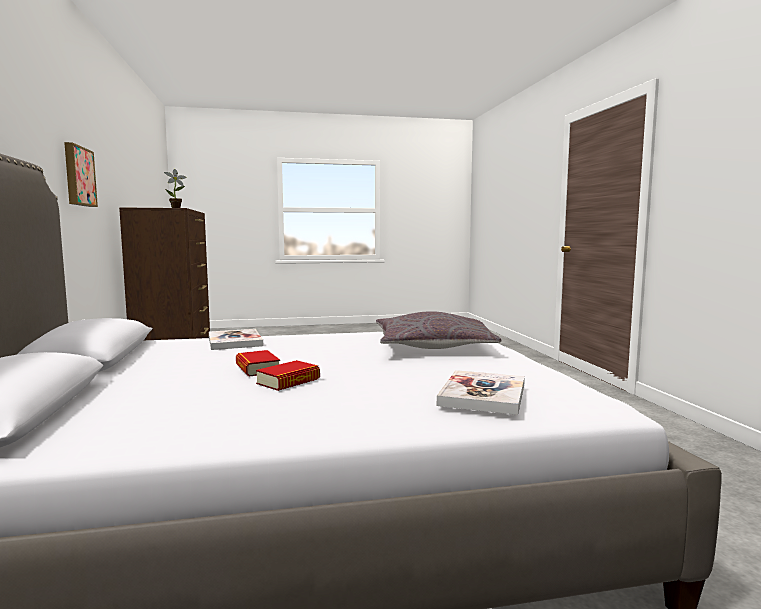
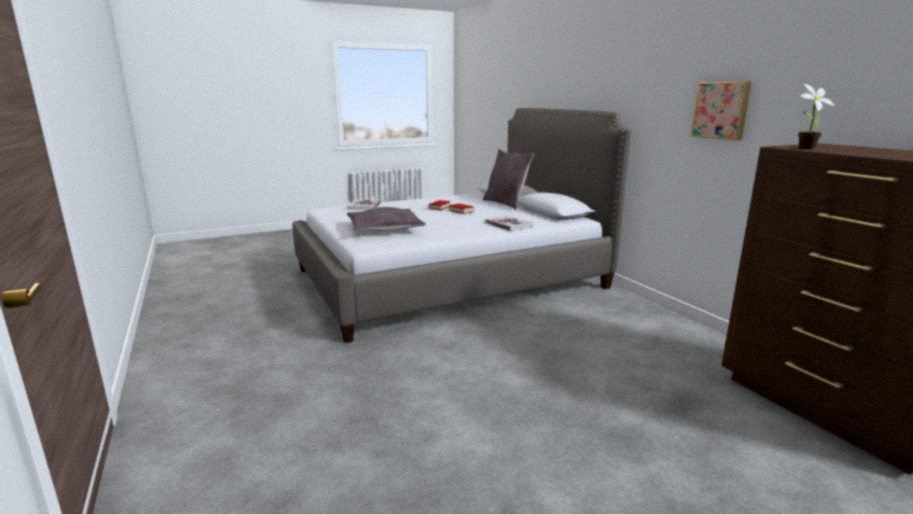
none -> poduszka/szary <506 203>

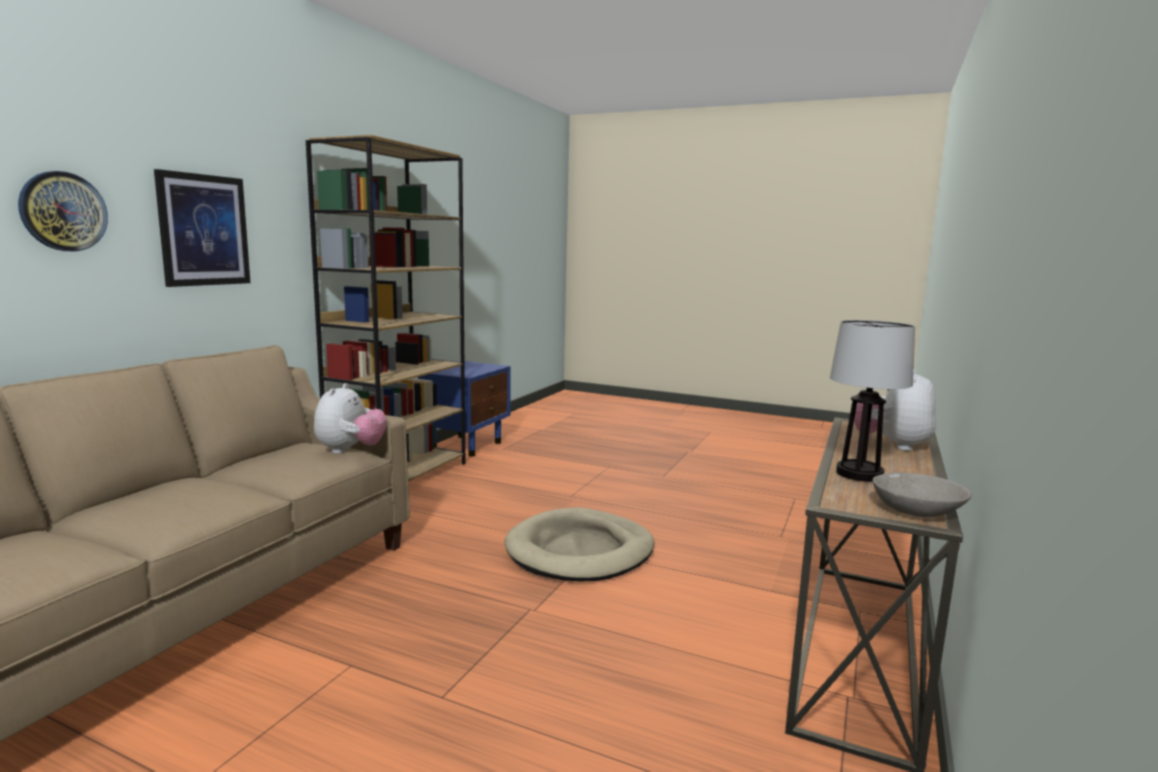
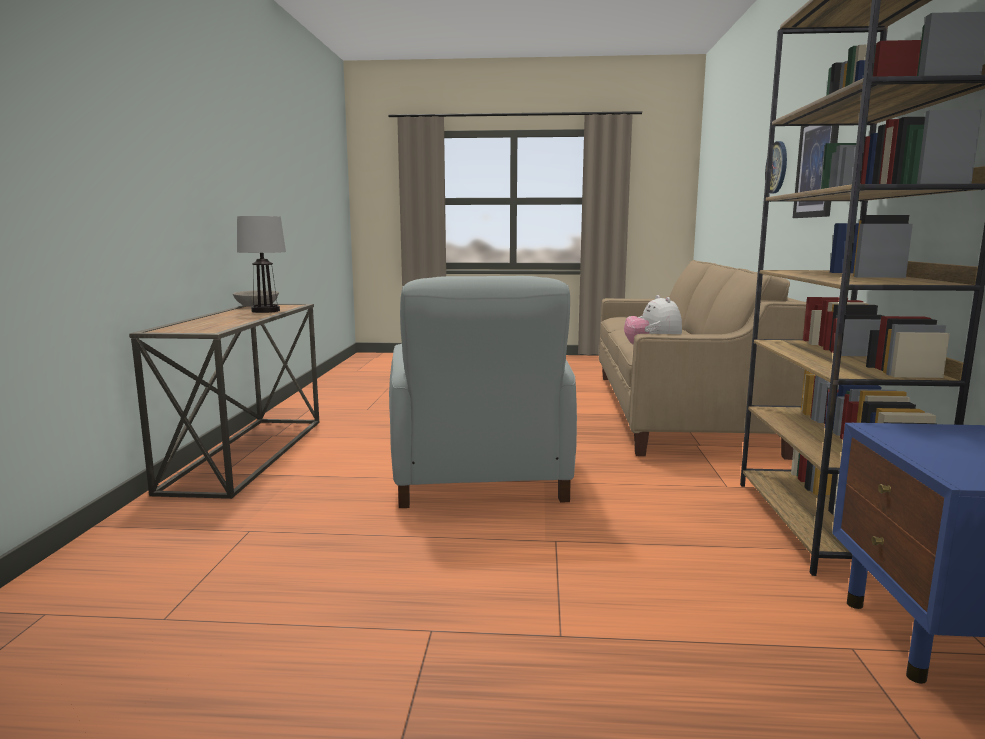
pluszak <892 445> -> none
legowisko/beżowy <580 551> -> fotel/szary <479 477>

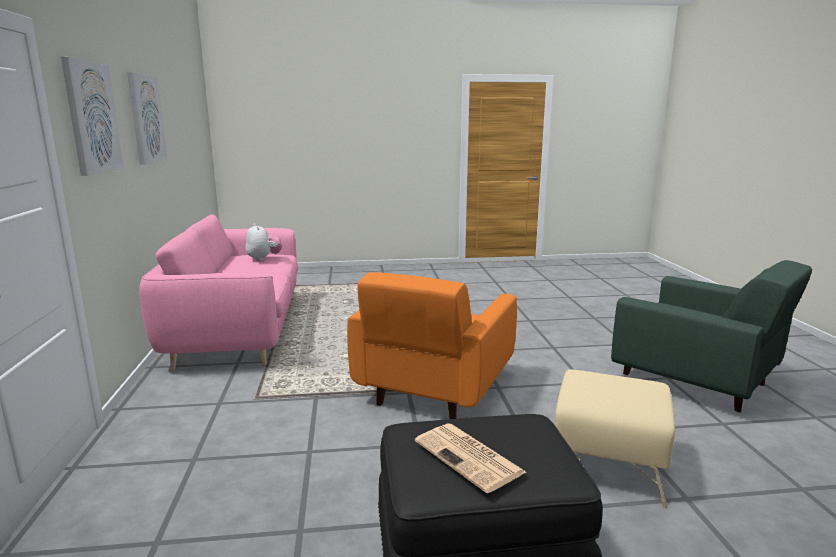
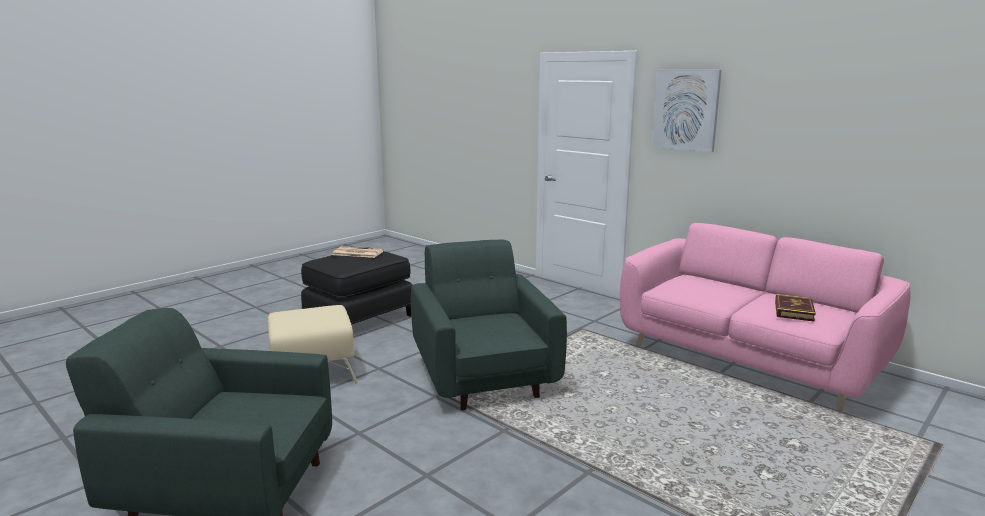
obraz <146 119> -> none
pluszak <264 259> -> książka <794 311>
fotel/pomarańczowy <434 389> -> fotel/zielony <484 376>

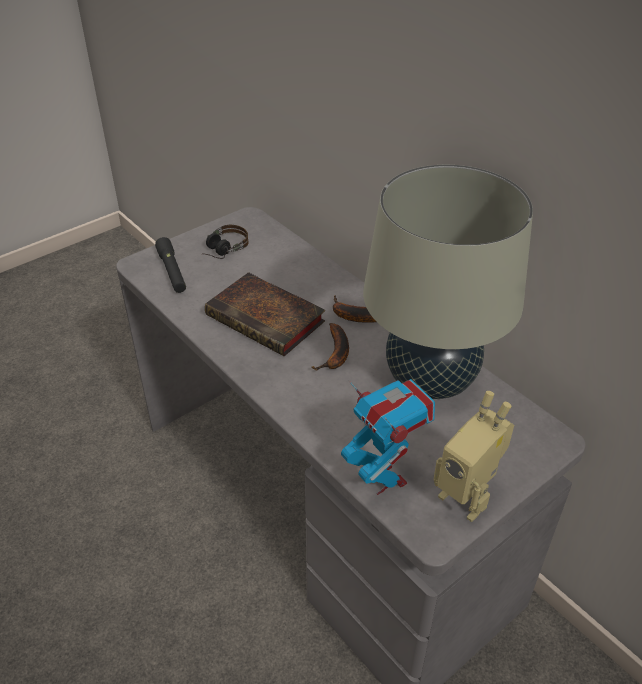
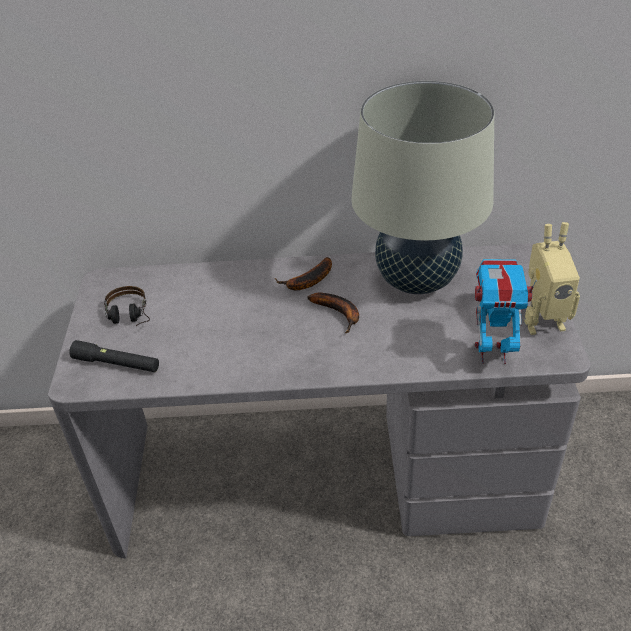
książka <268 319> -> none

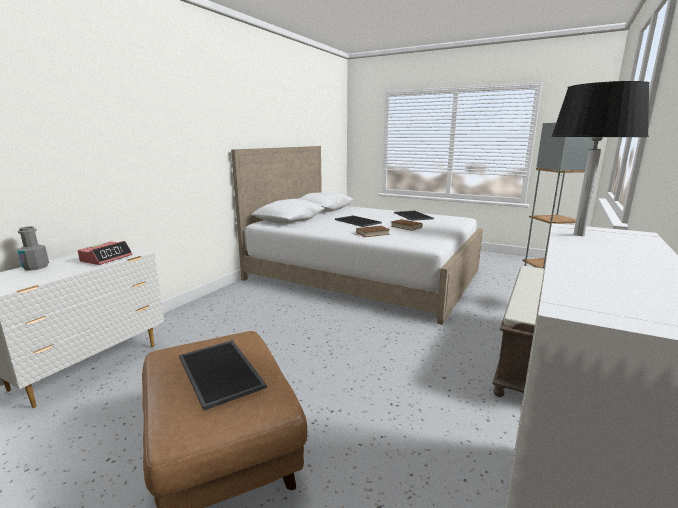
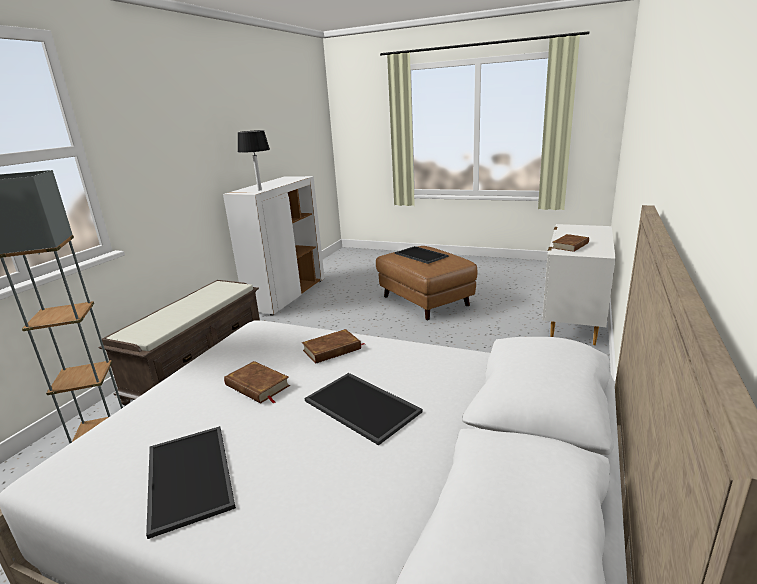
butelka/szary <36 267> -> none
budzik <106 258> -> książka/brązowy <570 245>

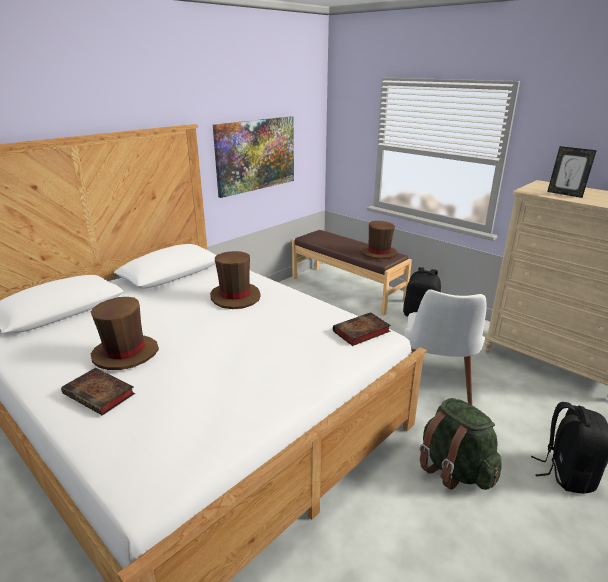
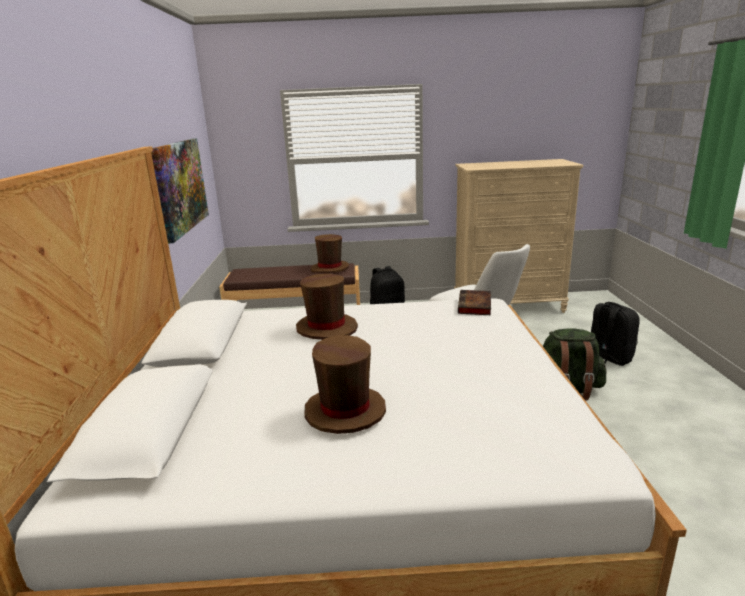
książka <101 394> -> none
ramka na zdjęcie <565 194> -> none

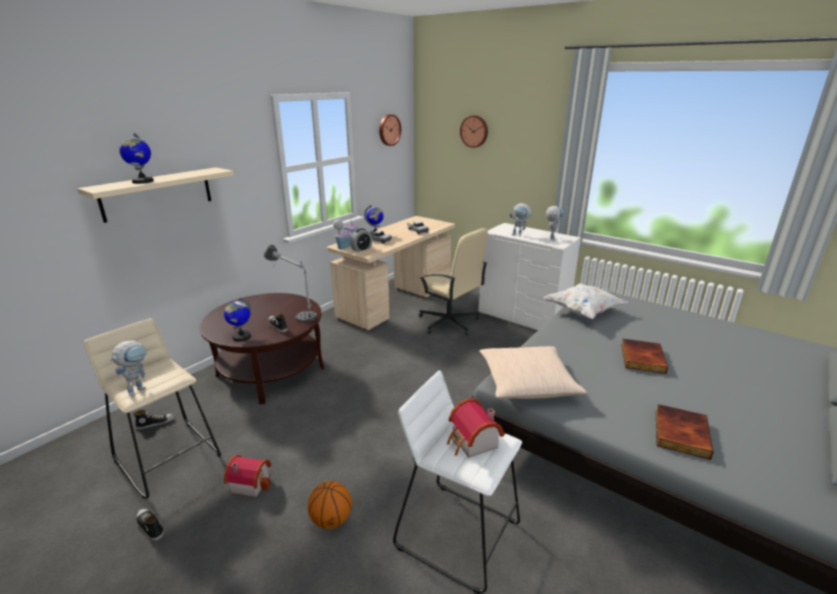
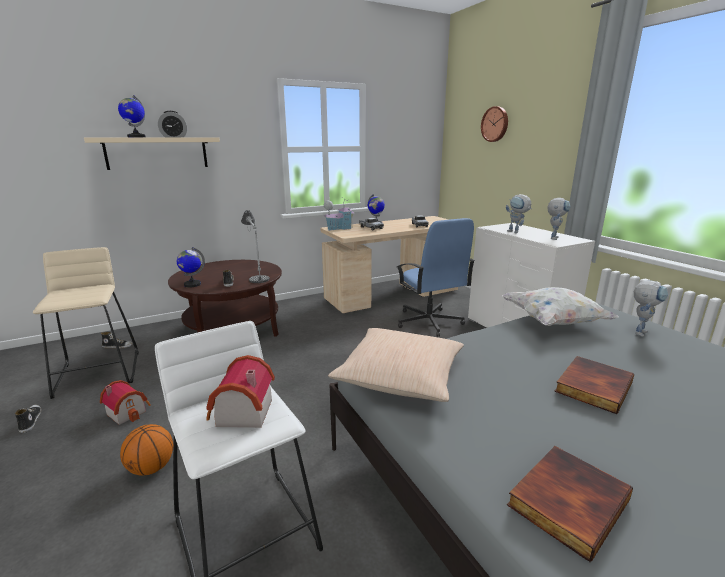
zegar ścienny <389 130> -> none
robot zabawkowy <140 388> -> robot zabawkowy <640 331>, relocated
budzik <361 249> -> budzik <174 137>, relocated
krzesło biurowe/beżowy <449 322> -> krzesło biurowe/niebieski <429 322>

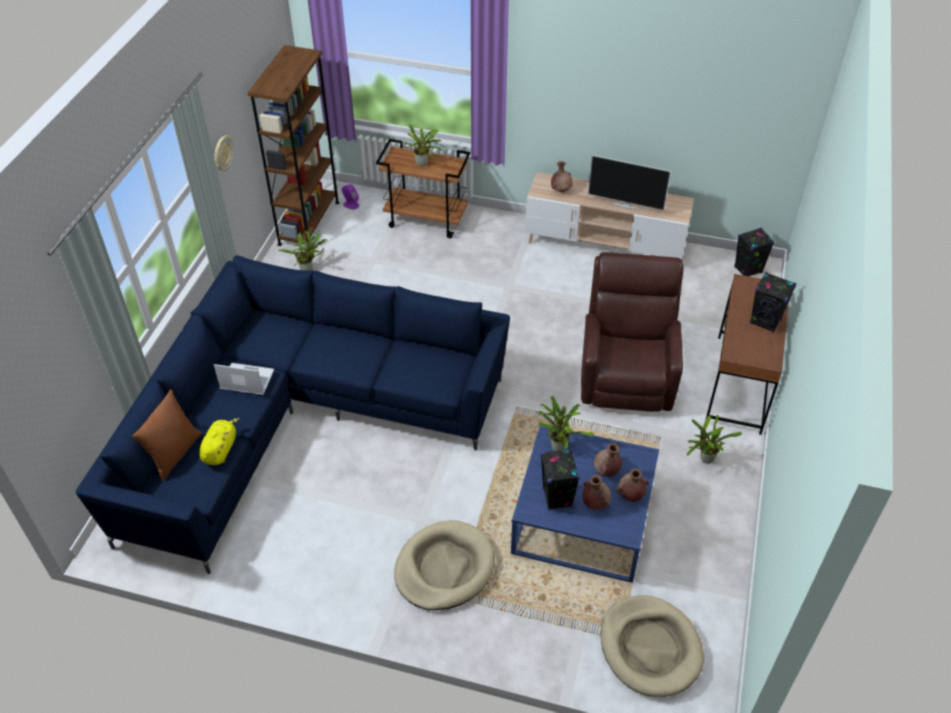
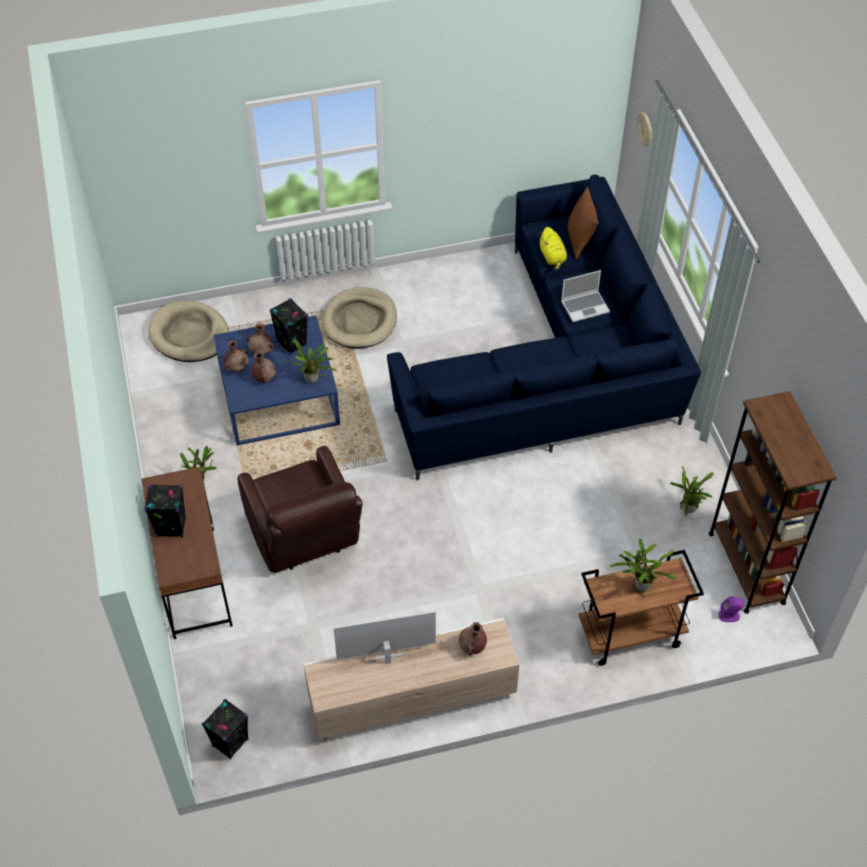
zegar ścienny <222 153> -> zegar ścienny <645 130>, relocated

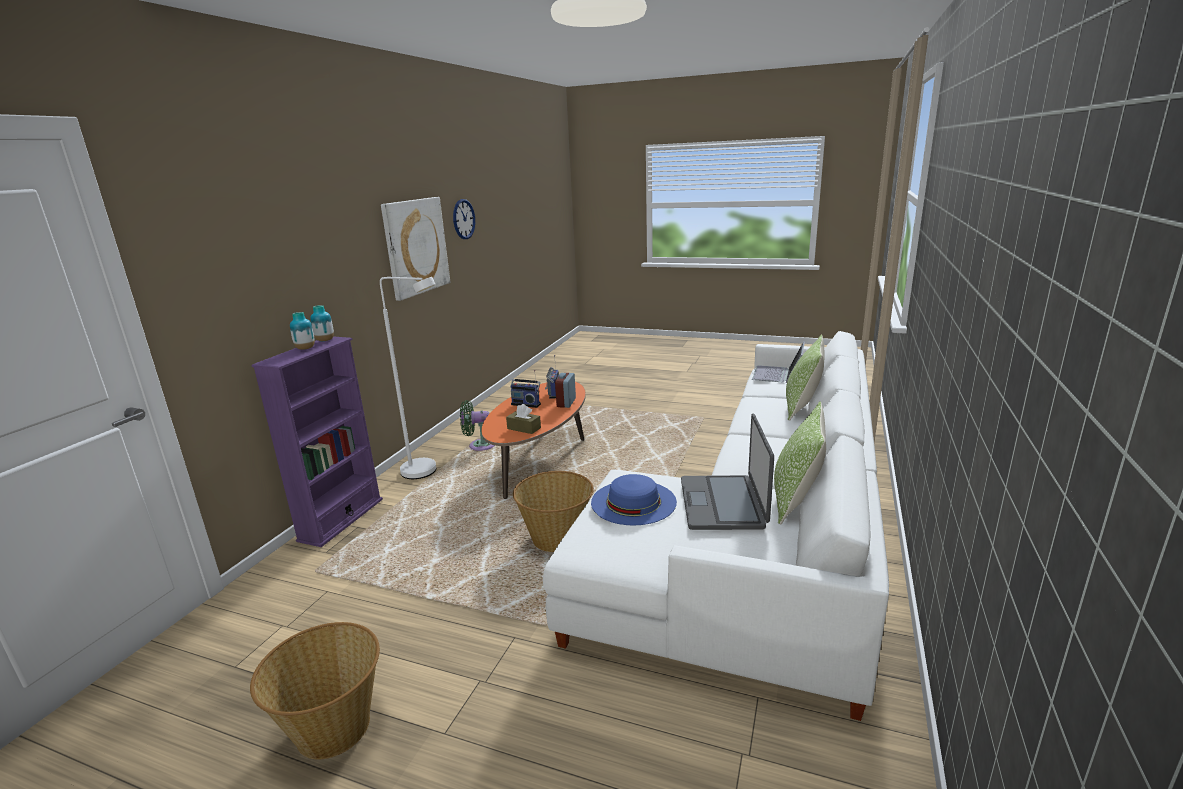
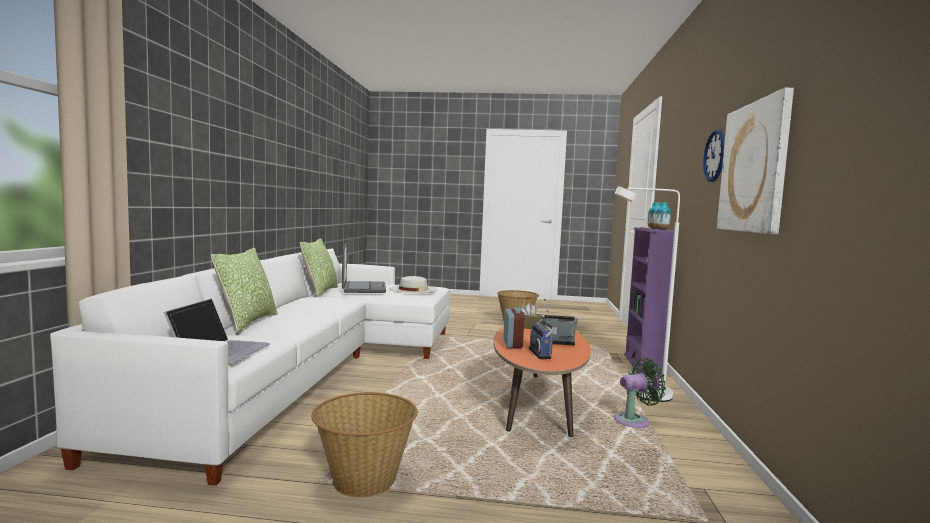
zegar ścienny <463 219> -> zegar ścienny <715 156>, relocated
koszyk <556 538> -> koszyk <364 480>, relocated
kapelusz/niebieski <633 502> -> kapelusz/biały <413 289>

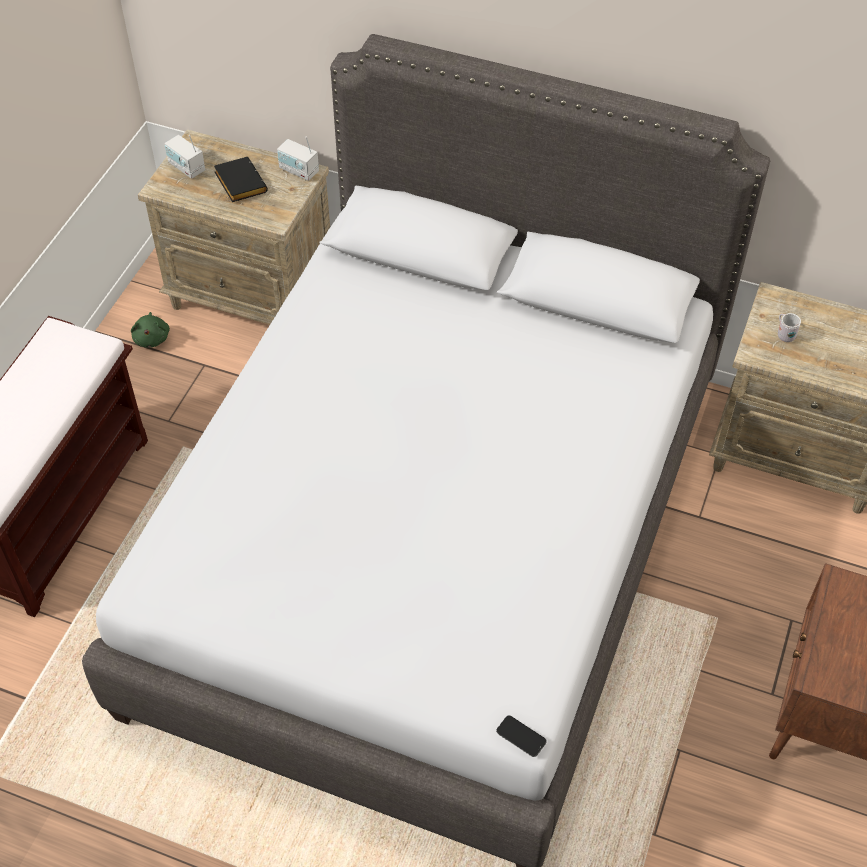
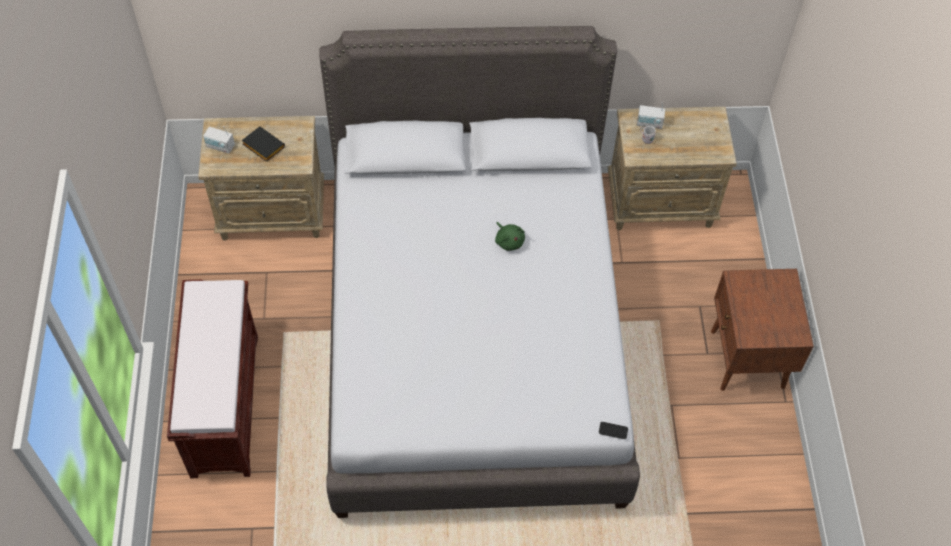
pluszak/zielony <152 338> -> pluszak/zielony <509 241>, relocated
radio <299 171> -> radio <649 123>, relocated

